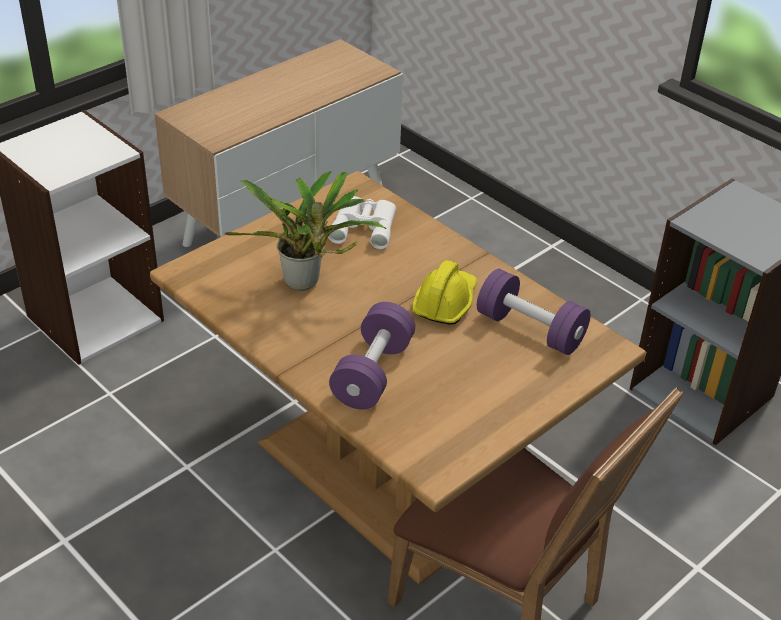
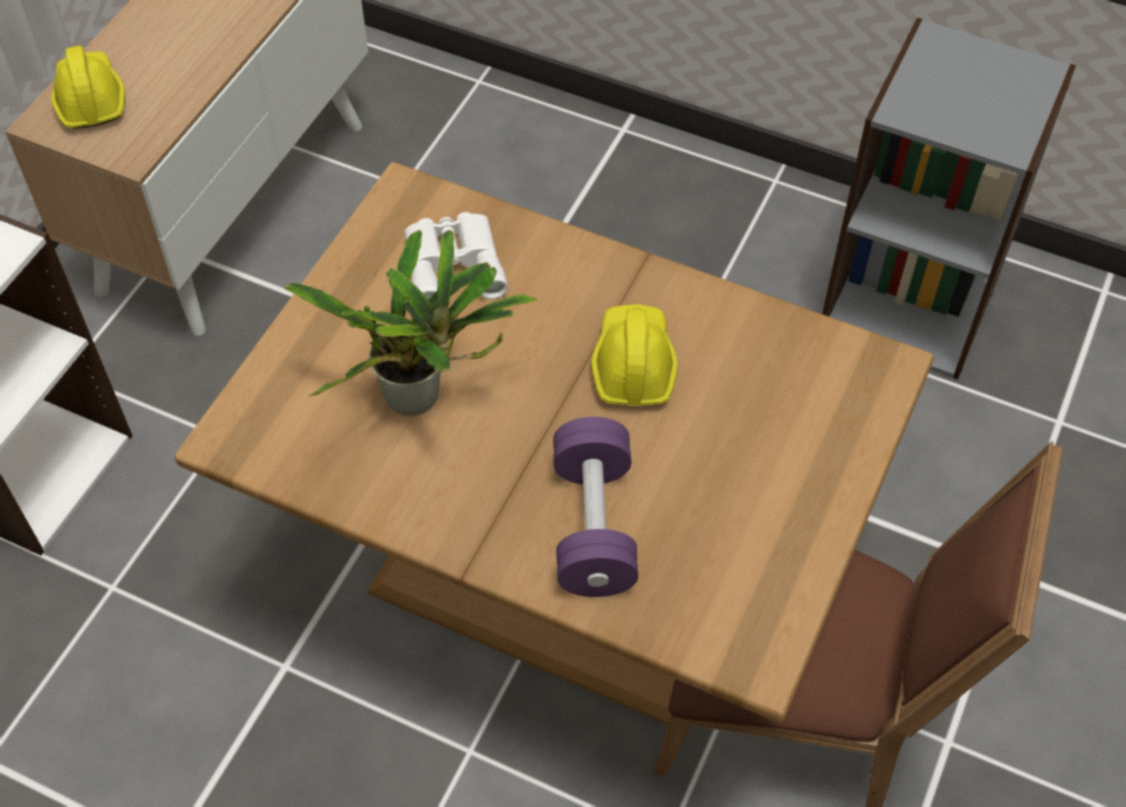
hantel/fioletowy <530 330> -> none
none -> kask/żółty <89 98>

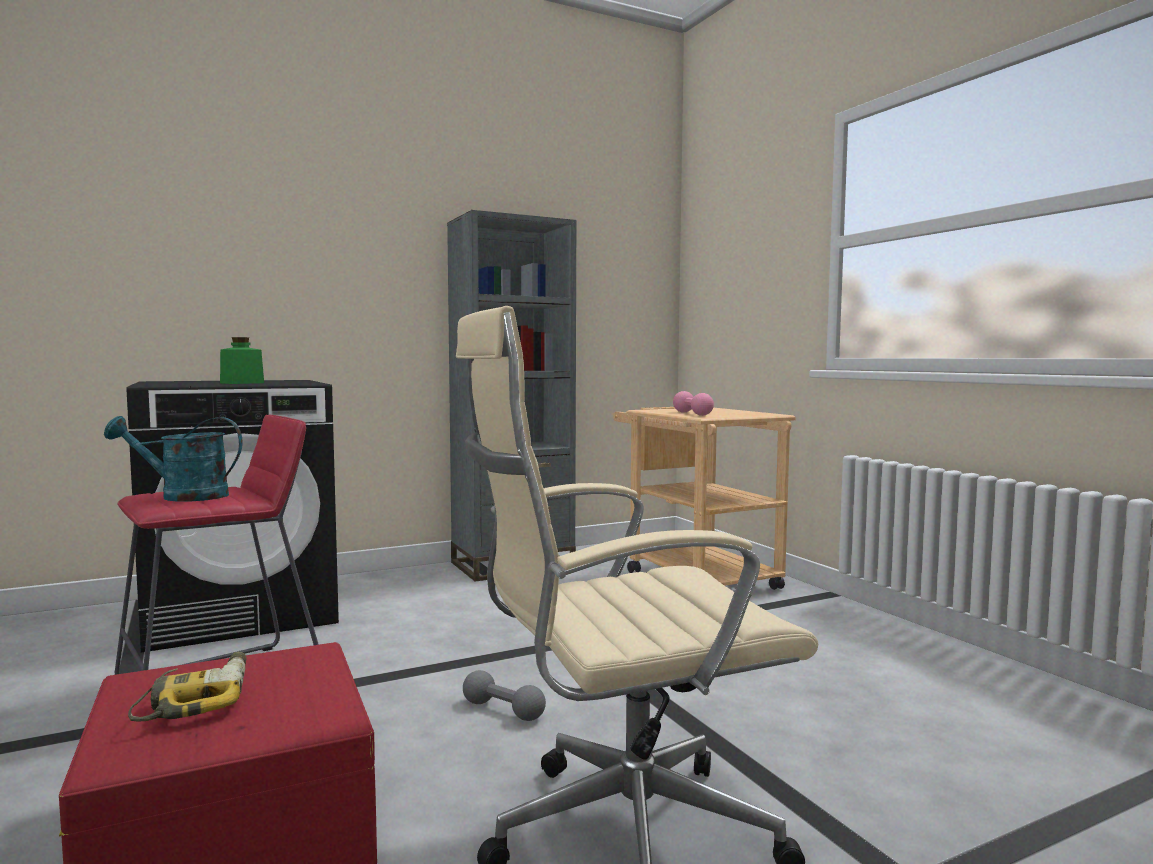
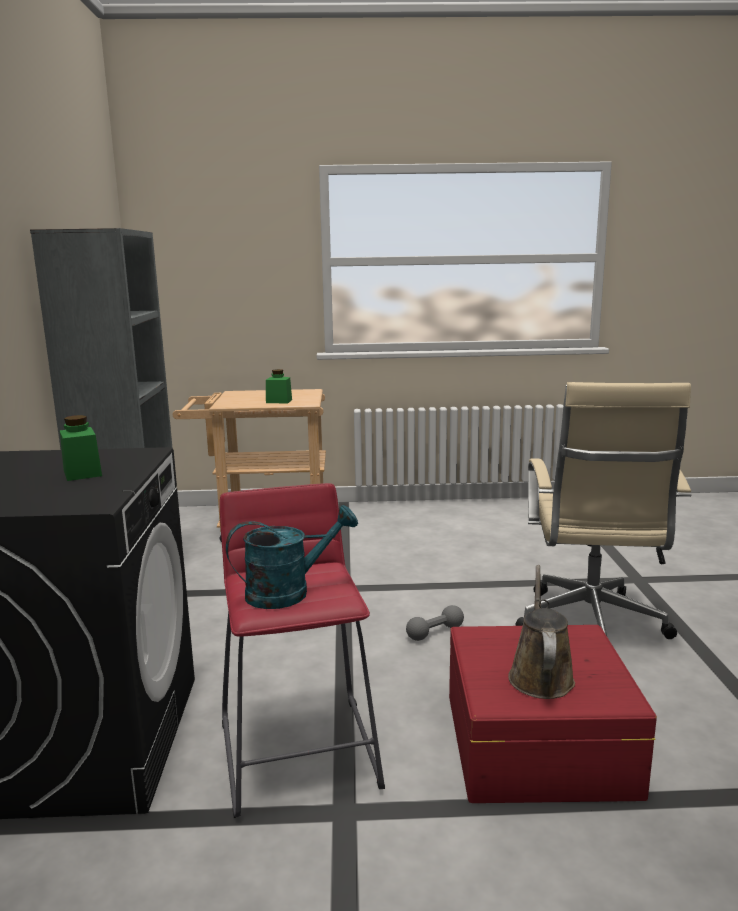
wiertarka <196 700> -> konewka/brązowy <540 675>
hantel/różowy <692 414> -> słoik/zielony <279 401>
konewka/turkusowy <183 496> -> konewka/turkusowy <289 592>, 135 degrees counterclockwise

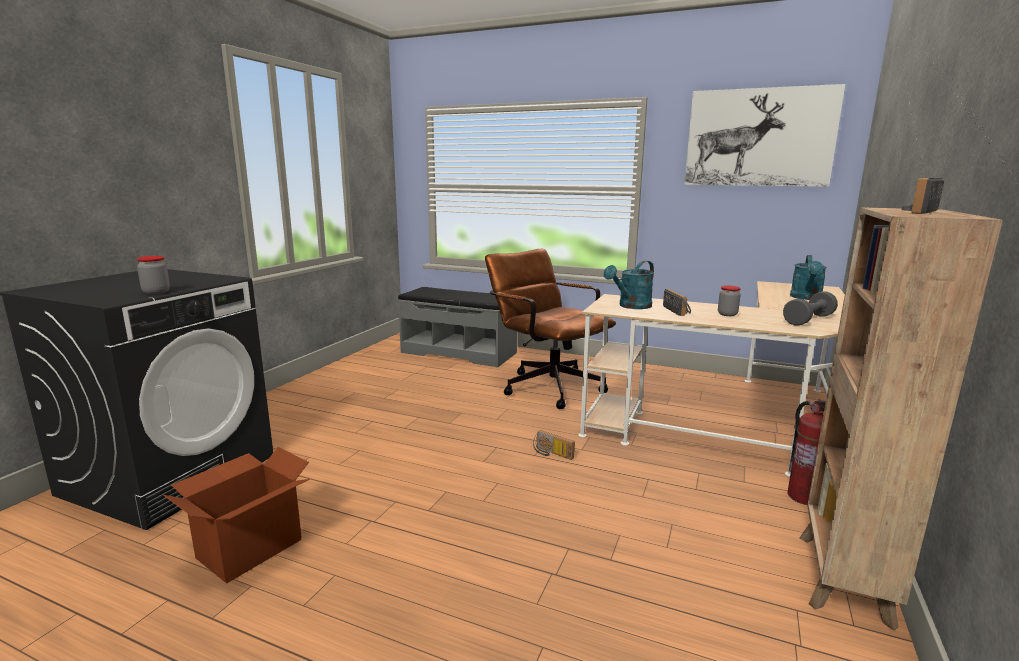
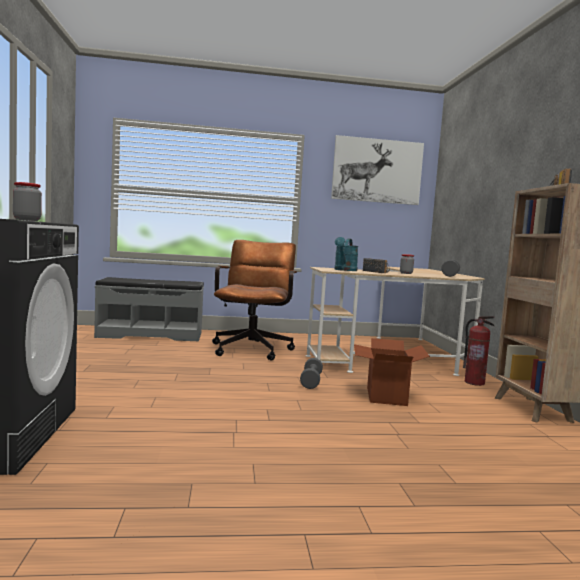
konewka/turkusowy <806 298> -> none
karton <249 548> -> karton <385 396>, relocated
radio <551 454> -> hantel/szary <311 381>
krzesło biurowe/brązowy <546 385> -> krzesło biurowe/brązowy <253 348>, 75 degrees clockwise

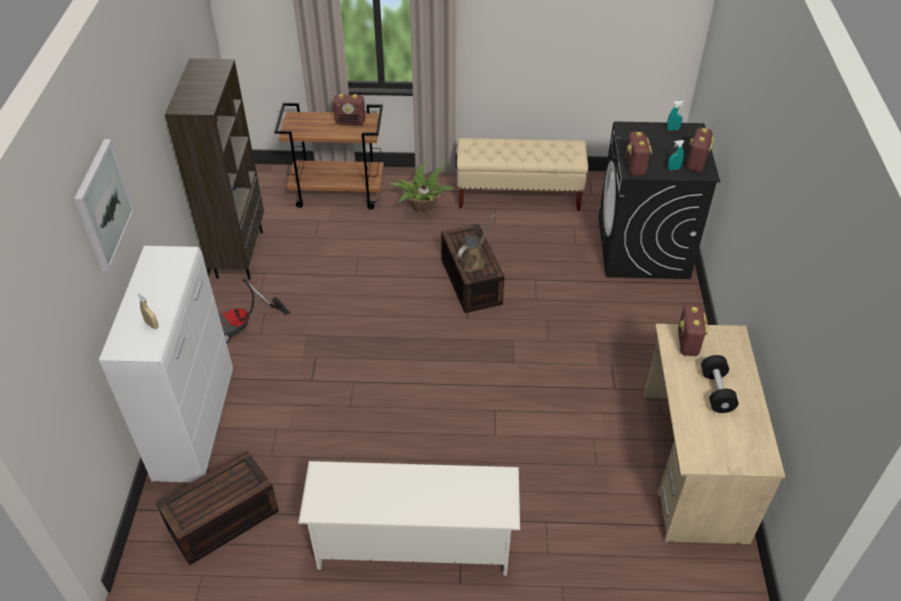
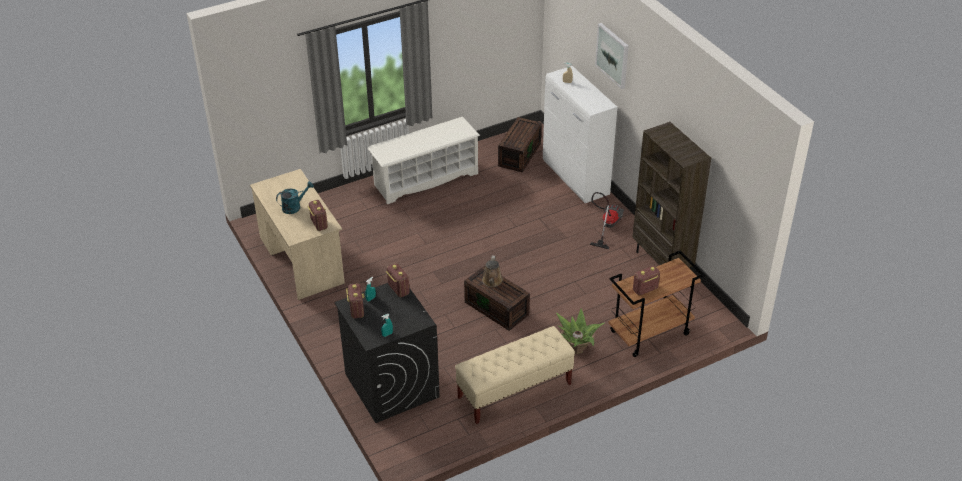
hantel/czarny <716 391> -> konewka/turkusowy <294 207>

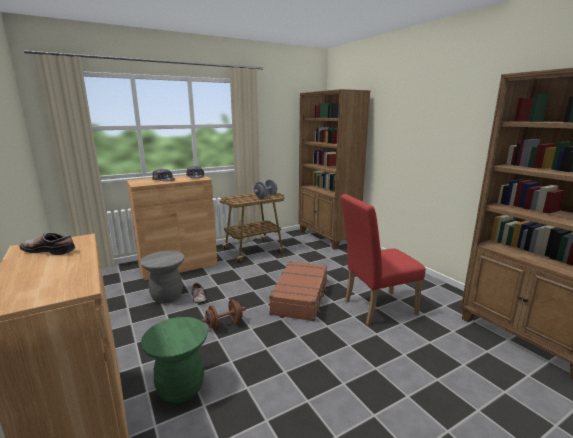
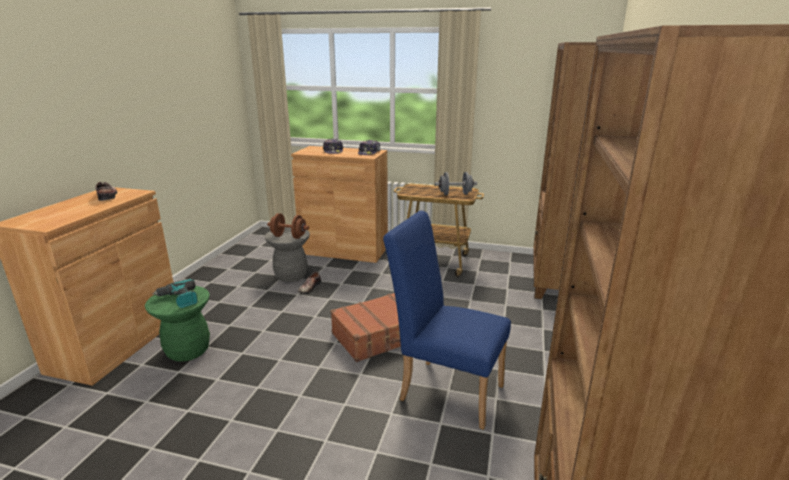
none -> wiertarka <179 299>
hantel/brązowy <224 325> -> hantel/brązowy <289 236>, relocated
krzesło/czerwony <375 308> -> krzesło/niebieski <444 388>

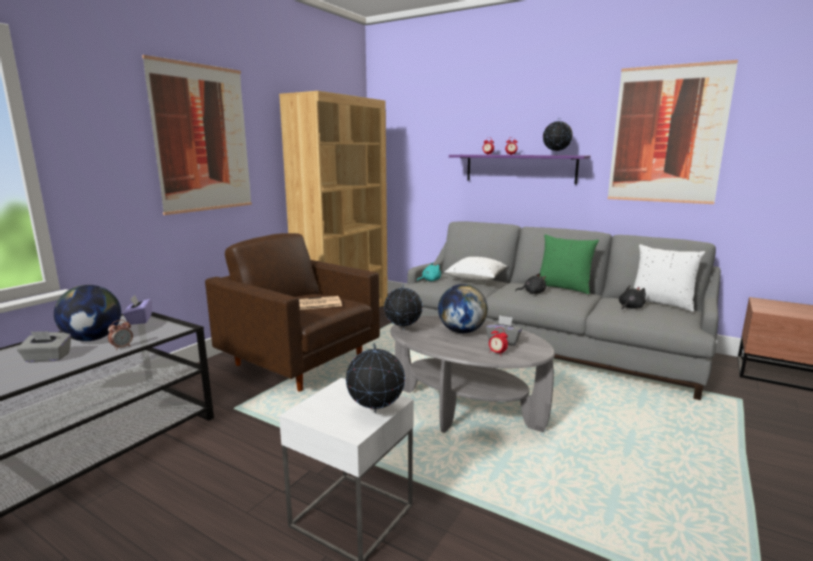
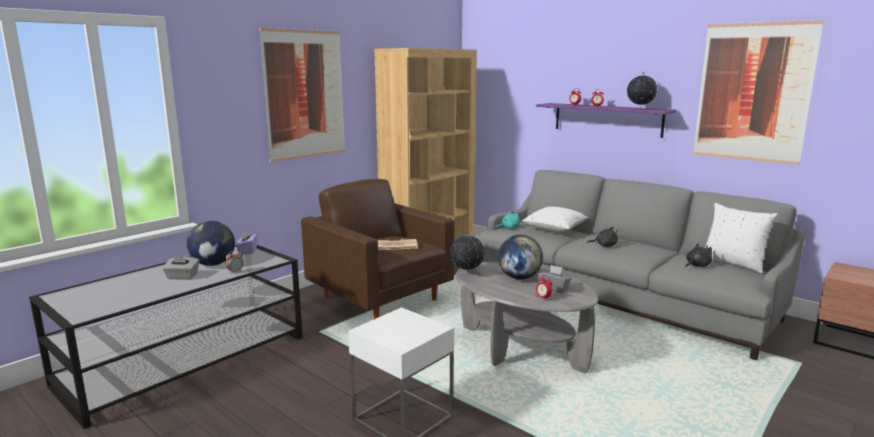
globus <376 412> -> none
poduszka/zielony <563 288> -> none

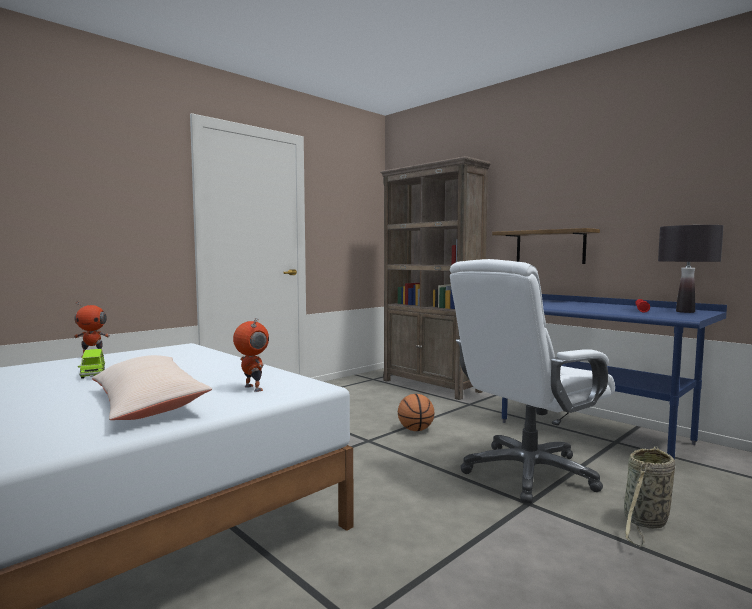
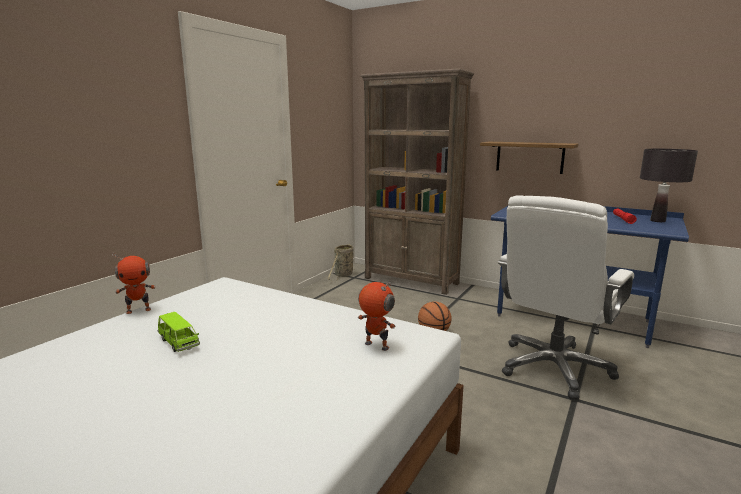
poduszka/beżowy <147 403> -> none
koszyk <645 522> -> koszyk <343 275>, relocated

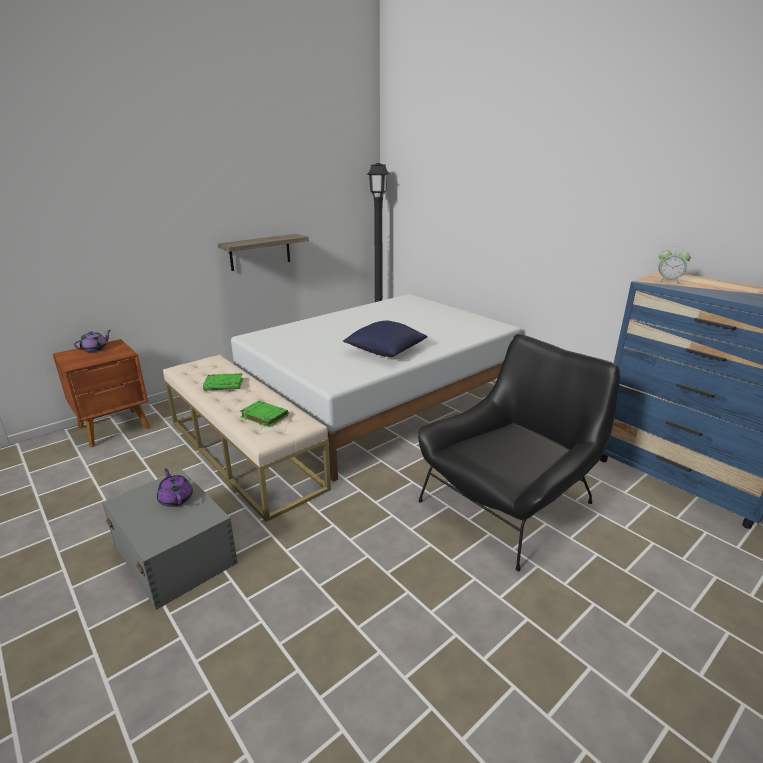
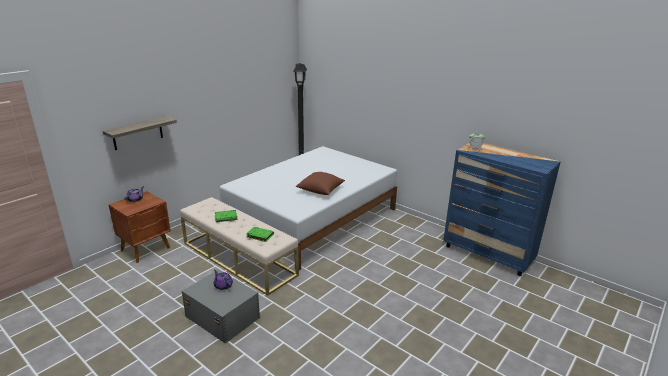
fotel/czarny <508 503> -> none
półka <260 252> -> półka <138 133>, relocated
poduszka/niebieski <385 351> -> poduszka/brązowy <320 190>

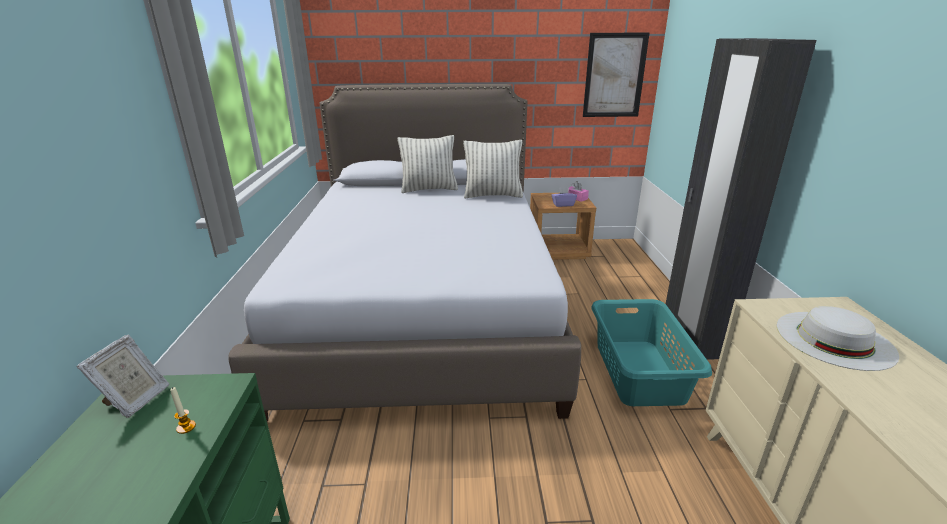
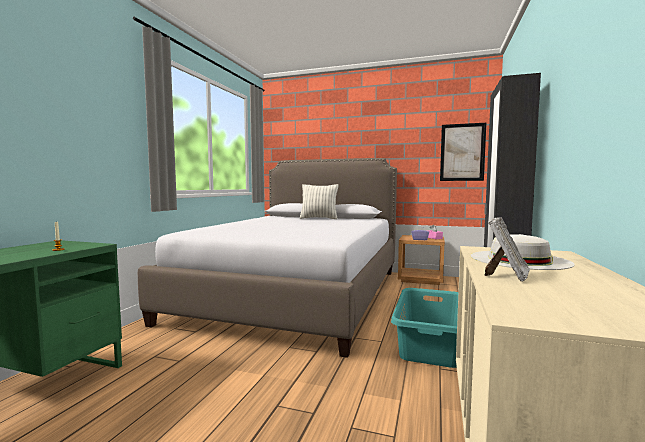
poduszka <493 195> -> none
ramka na zdjęcie <135 400> -> ramka na zdjęcie <507 276>, relocated

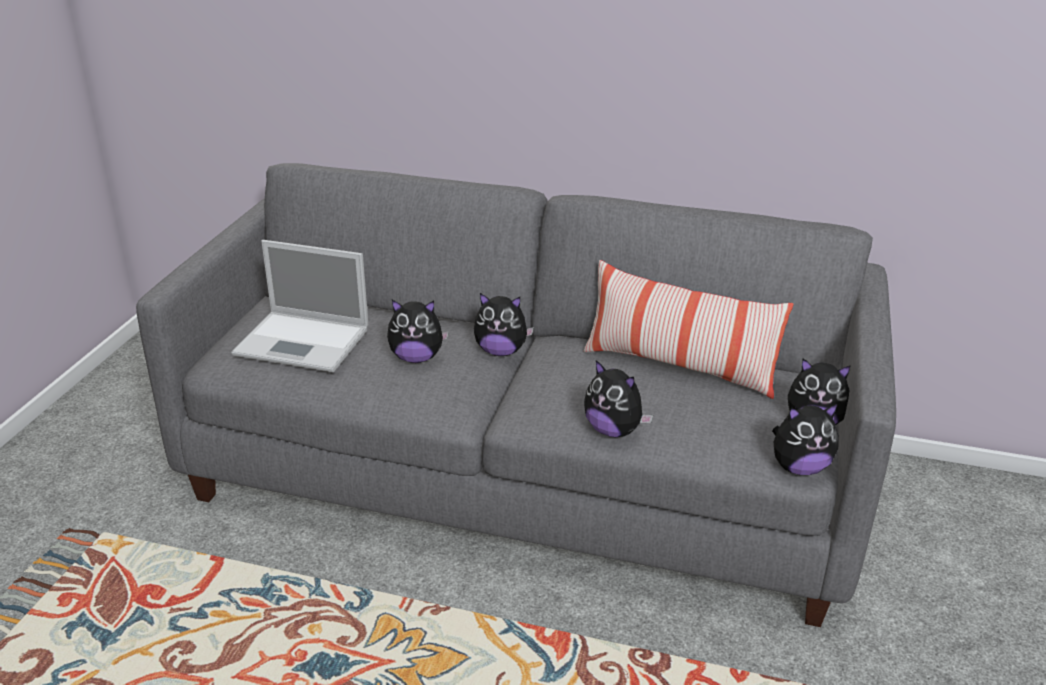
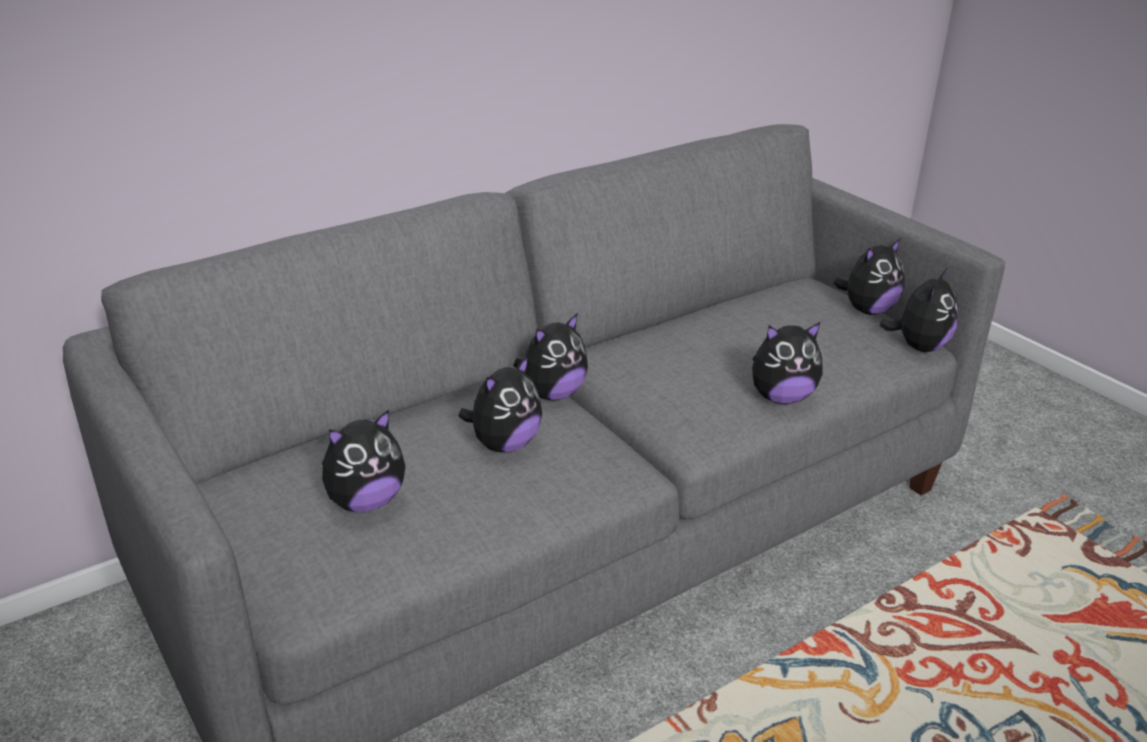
poduszka <679 367> -> none
laptop <304 342> -> pluszak <365 502>

